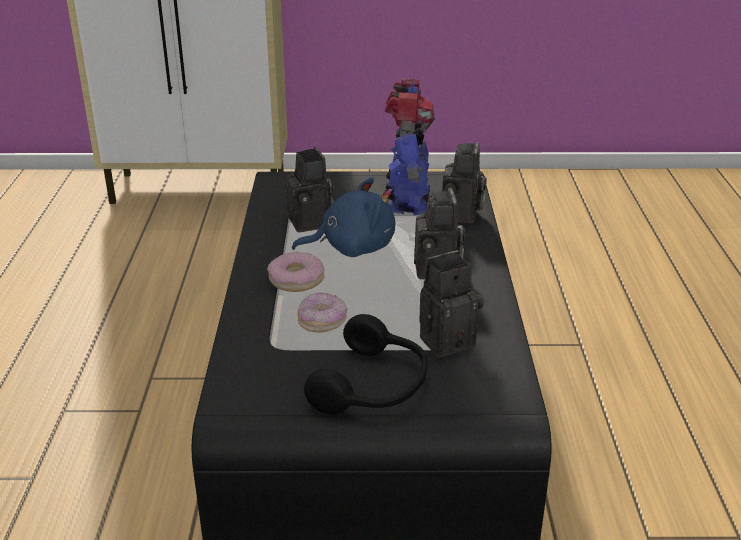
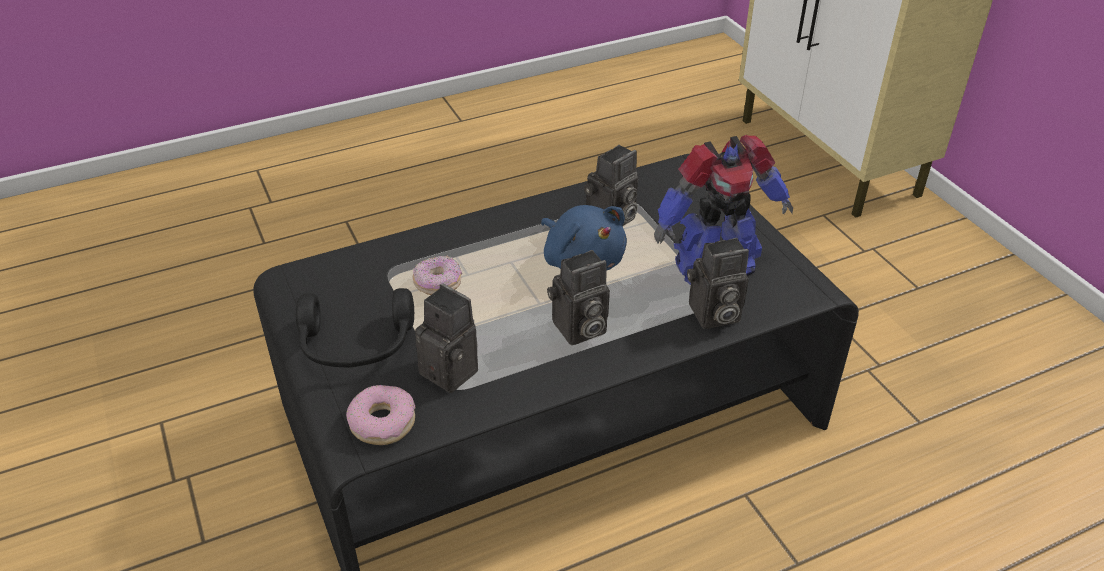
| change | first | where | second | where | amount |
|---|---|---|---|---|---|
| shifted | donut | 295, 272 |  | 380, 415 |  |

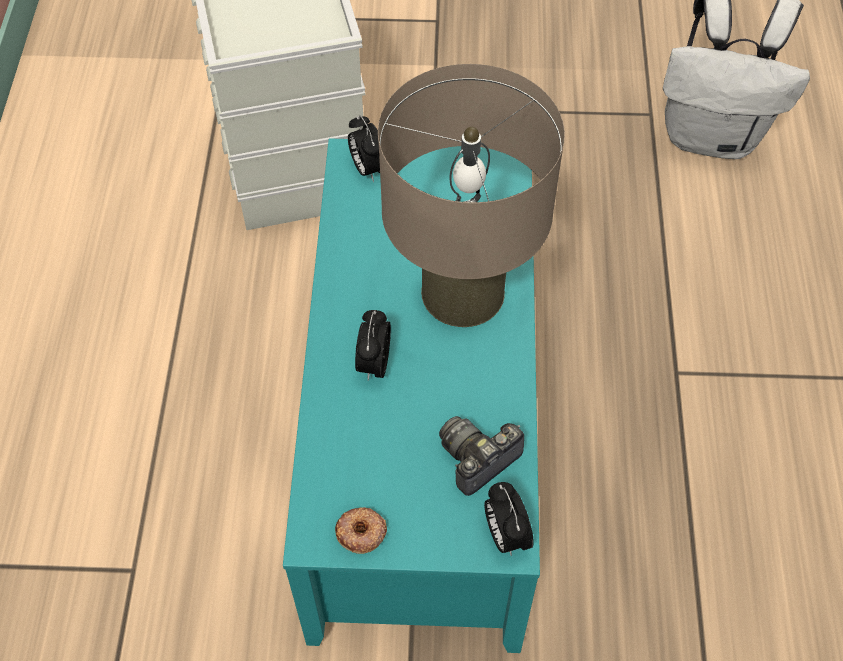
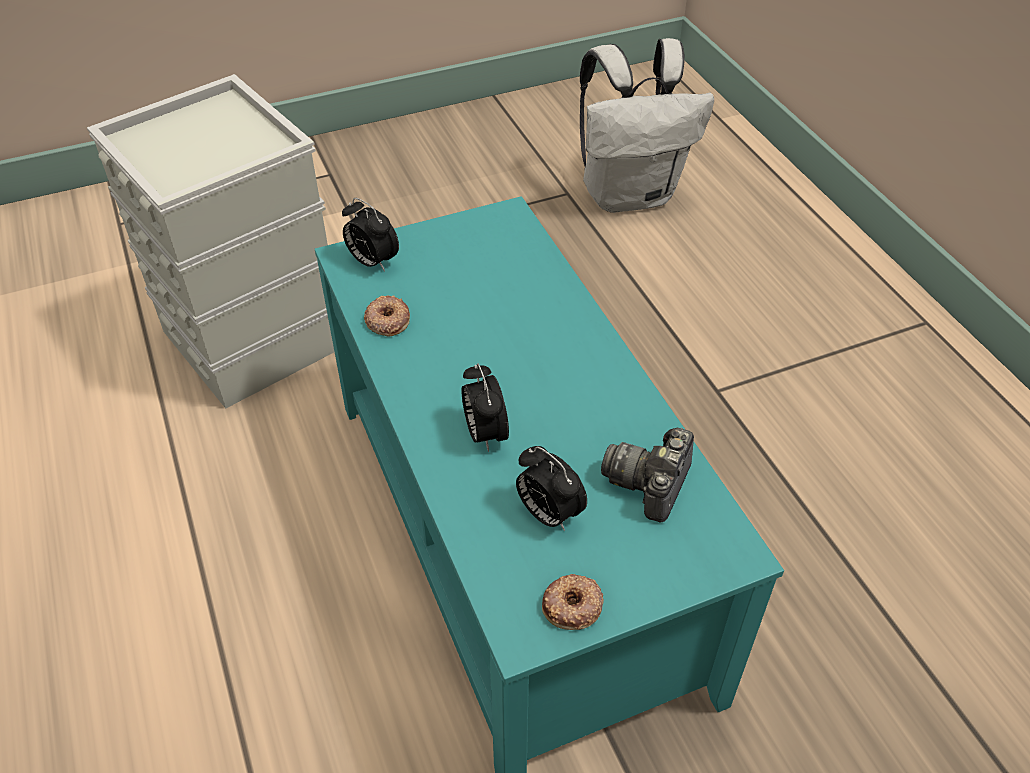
| change | first | where | second | where | amount |
|---|---|---|---|---|---|
| new |  |  | donut | 387, 316 |  |
| shifted | alarm clock | 508, 519 |  | 551, 488 |  |
| gone | table lamp (beige) | 471, 195 |  |  |  |

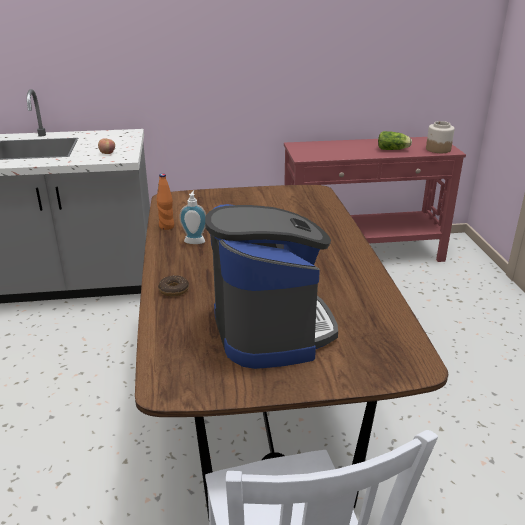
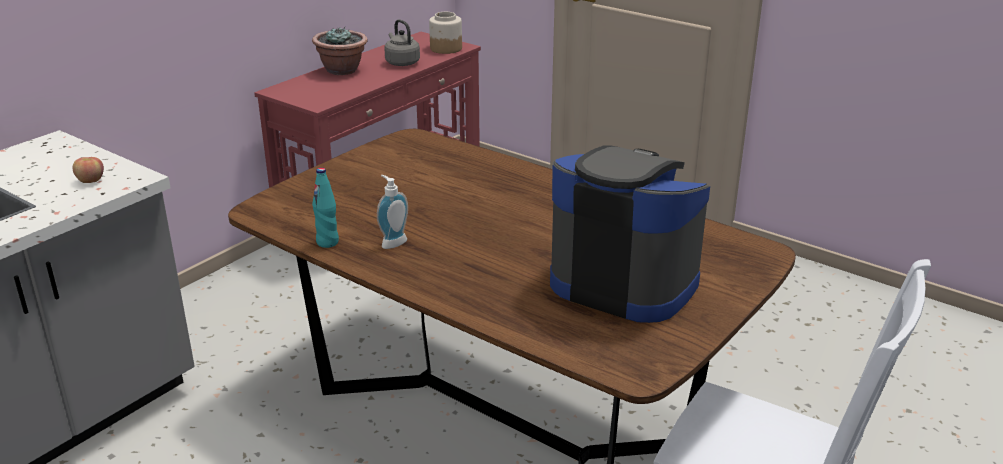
| change | first | where | second | where | amount |
|---|---|---|---|---|---|
| new |  |  | potted plant | 340, 51 |  |
| repainted | bottle (orange) | 165, 202 | bottle (turquoise) | 325, 208 |  |
| swapped | lettuce | 395, 140 | kettle (grey) | 402, 42 |  |
| gone | donut | 173, 286 |  |  |  |

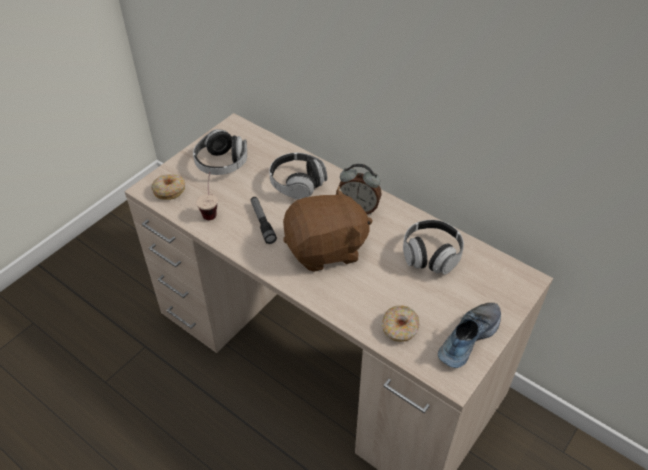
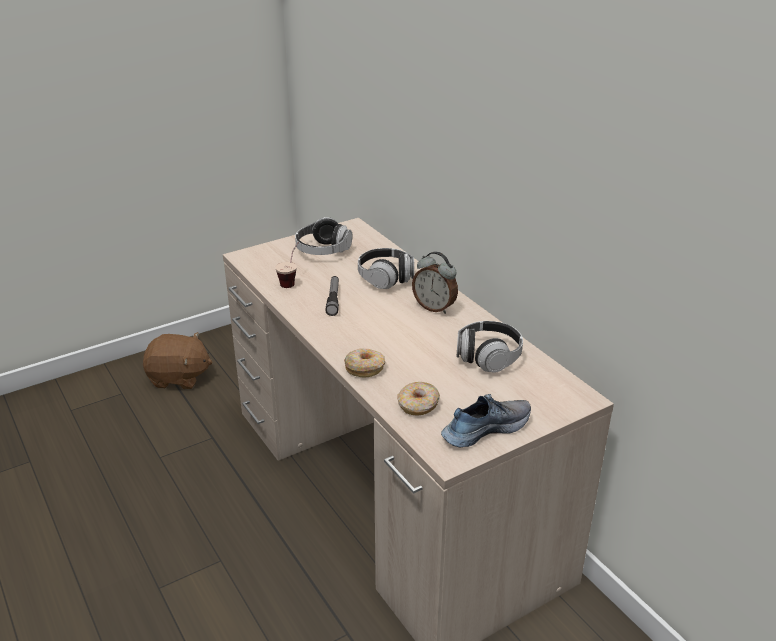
| change | first | where | second | where | amount |
|---|---|---|---|---|---|
| shifted | plush toy (brown) | 328, 229 |  | 178, 360 |  |
| shifted | donut | 168, 187 |  | 364, 363 |  |

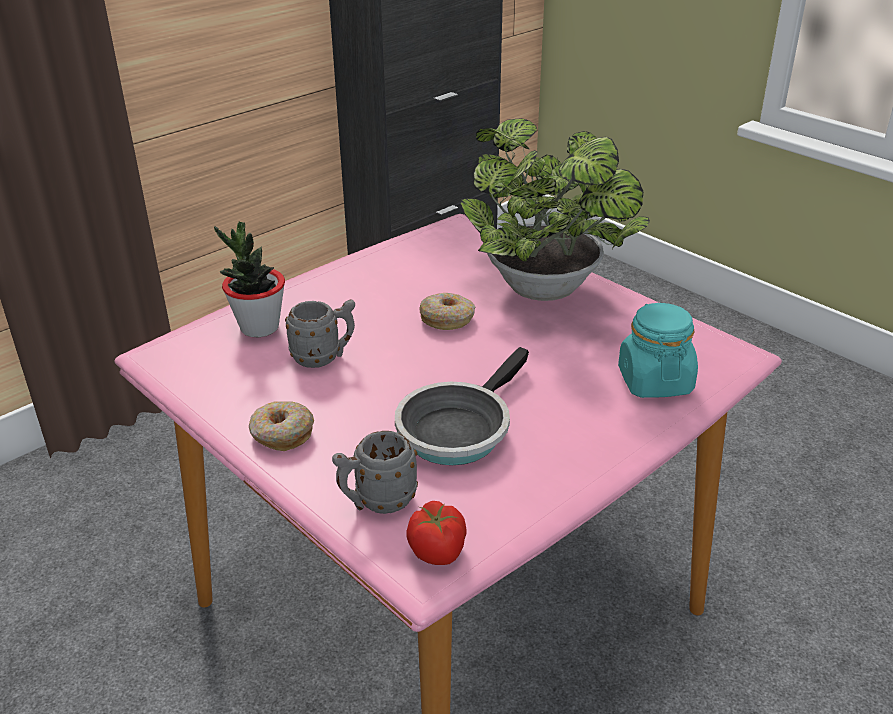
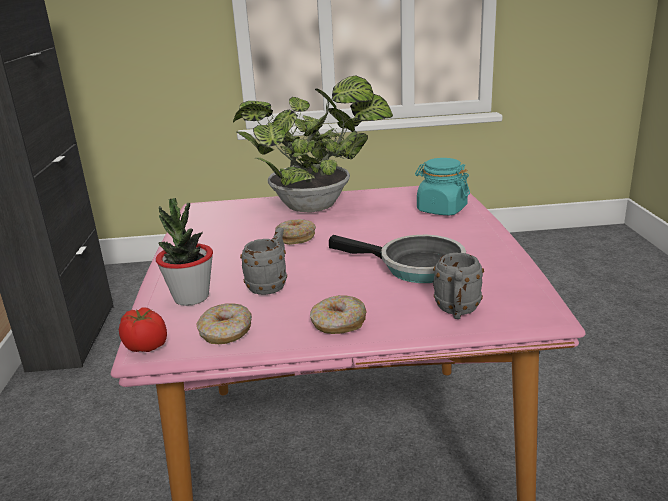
| change | first | where | second | where | amount |
|---|---|---|---|---|---|
| shifted | tomato | 436, 533 |  | 143, 329 |  |
| new |  |  | donut | 224, 323 |  |
| rotated | frying pan | 462, 406 |  | 397, 259 | 45 degrees counterclockwise |

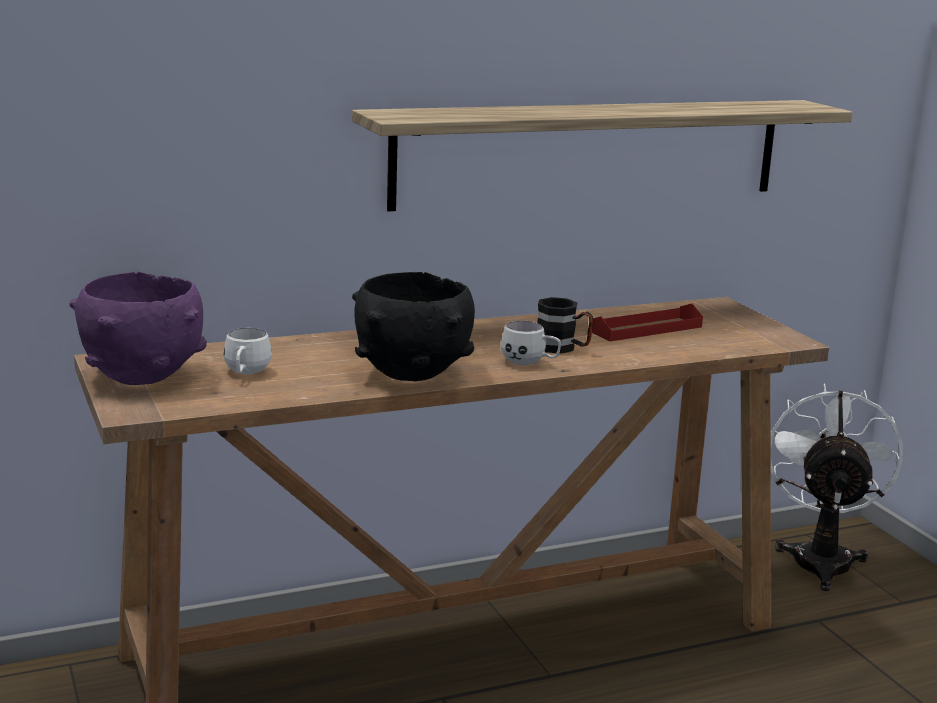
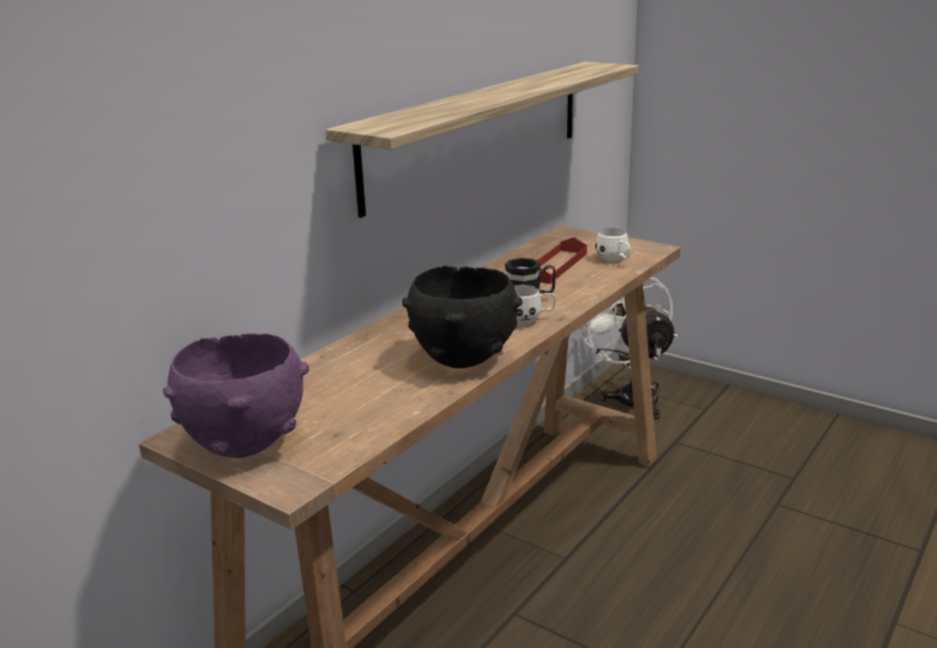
| change | first | where | second | where | amount |
|---|---|---|---|---|---|
| shifted | mug (white) | 247, 351 |  | 612, 244 |  |

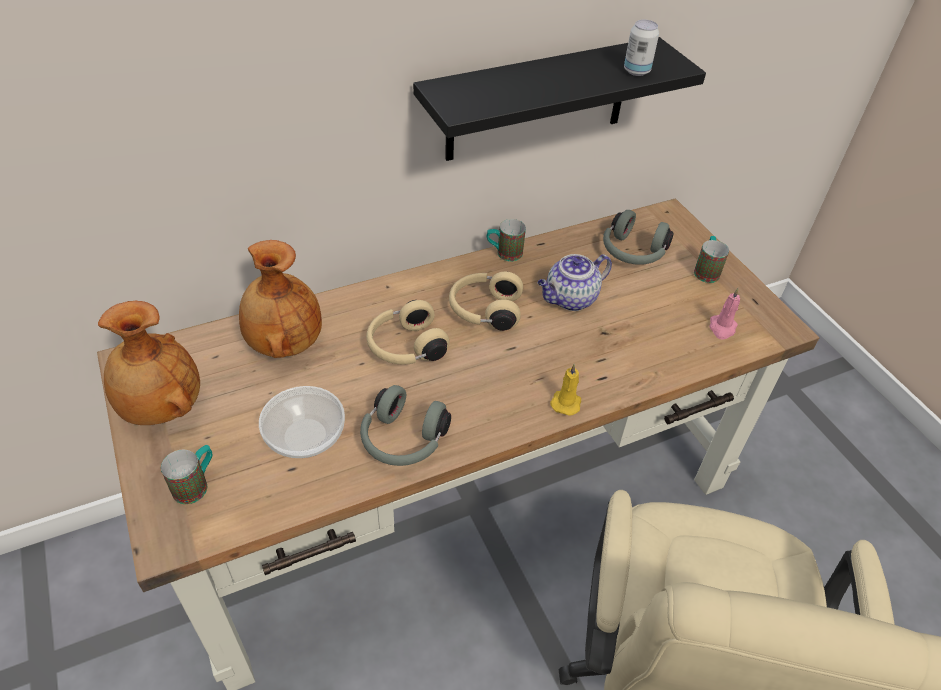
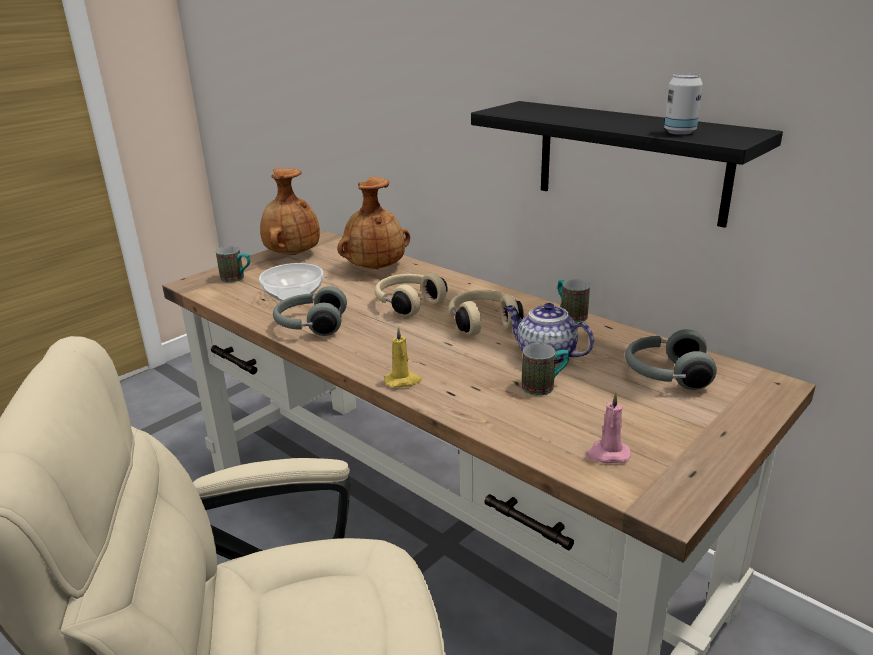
| change | first | where | second | where | amount |
|---|---|---|---|---|---|
| shifted | mug | 711, 259 |  | 545, 369 |  |

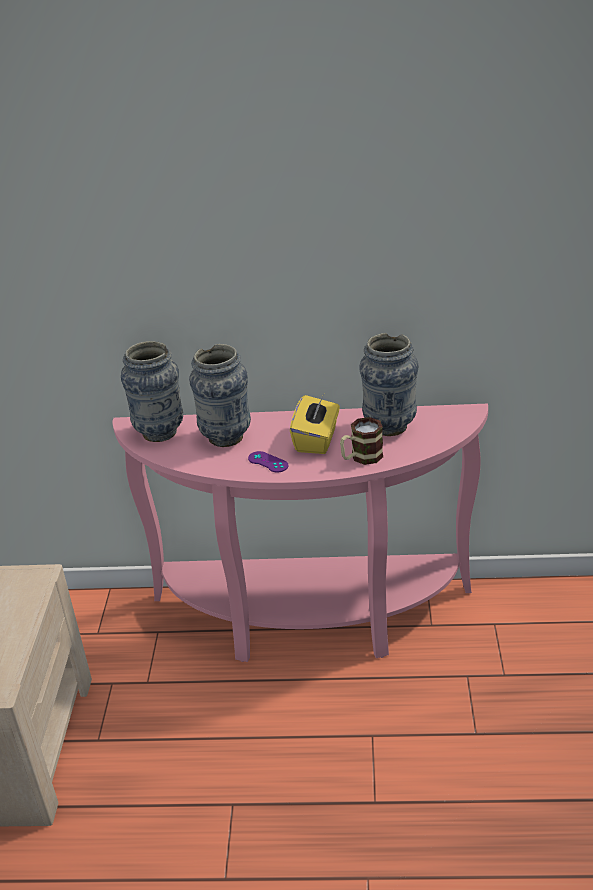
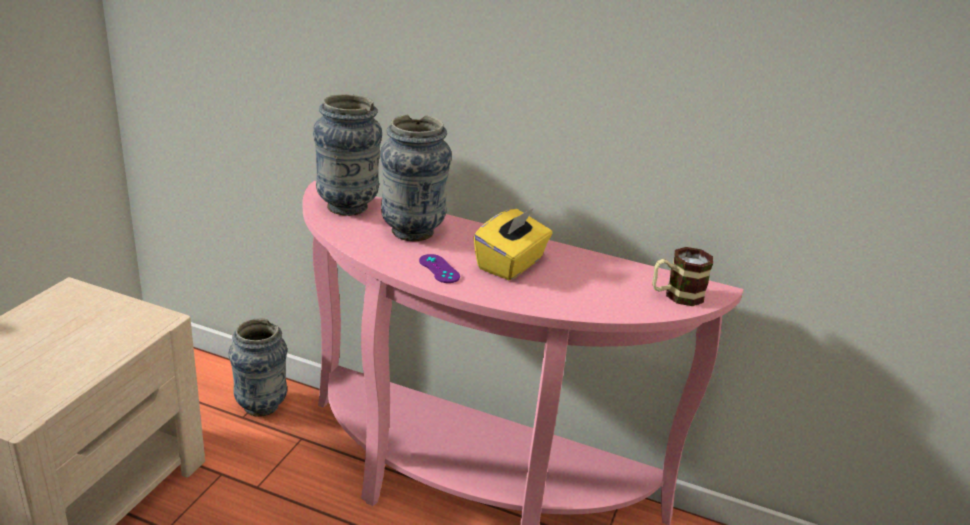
| change | first | where | second | where | amount |
|---|---|---|---|---|---|
| shifted | vase | 388, 384 |  | 258, 368 |  |
| shifted | mug | 361, 441 |  | 682, 276 |  |

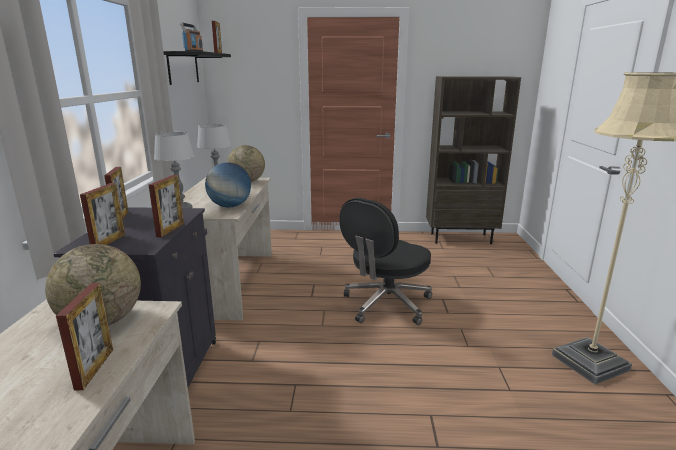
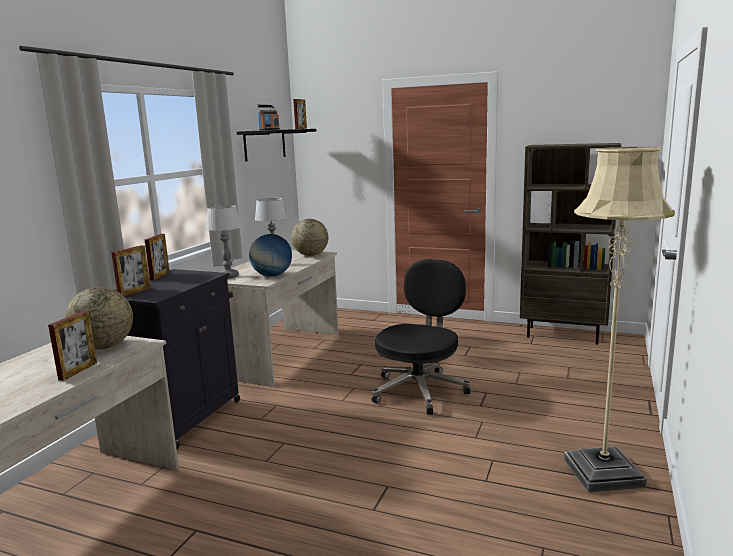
| change | first | where | second | where | amount |
|---|---|---|---|---|---|
| rotated | office chair (black) | 385, 261 |  | 421, 337 | 150 degrees clockwise |
| gone | picture frame | 166, 206 |  |  |  |

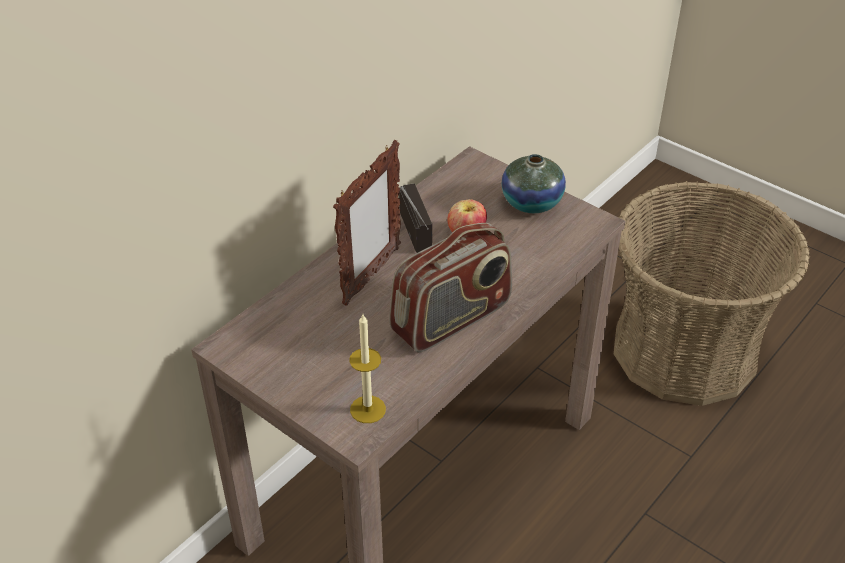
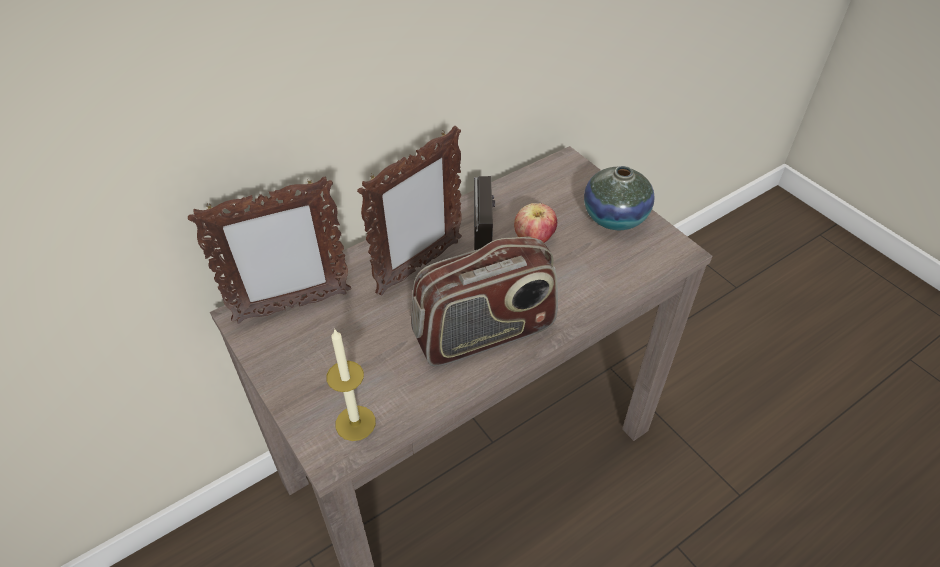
| change | first | where | second | where | amount |
|---|---|---|---|---|---|
| new |  |  | picture frame | 269, 250 |  |
| gone | basket | 712, 293 |  |  |  |

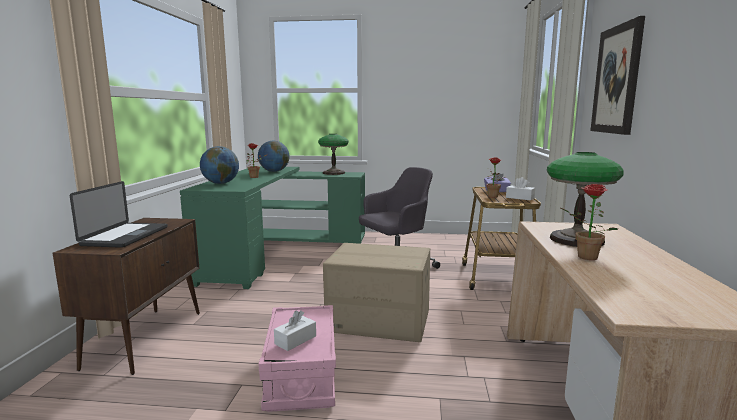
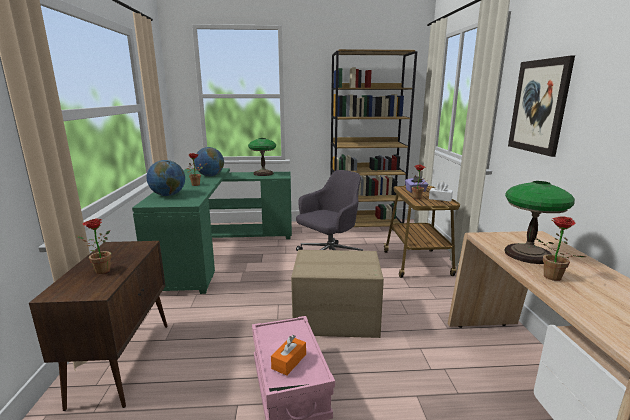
| change | first | where | second | where | amount |
|---|---|---|---|---|---|
| swapped | laptop | 119, 214 | potted plant | 93, 246 |  |
| repainted | tissue box (white) | 295, 330 | tissue box (orange) | 288, 355 |  |
| new |  |  | bookcase (brown) | 373, 138 |  |

